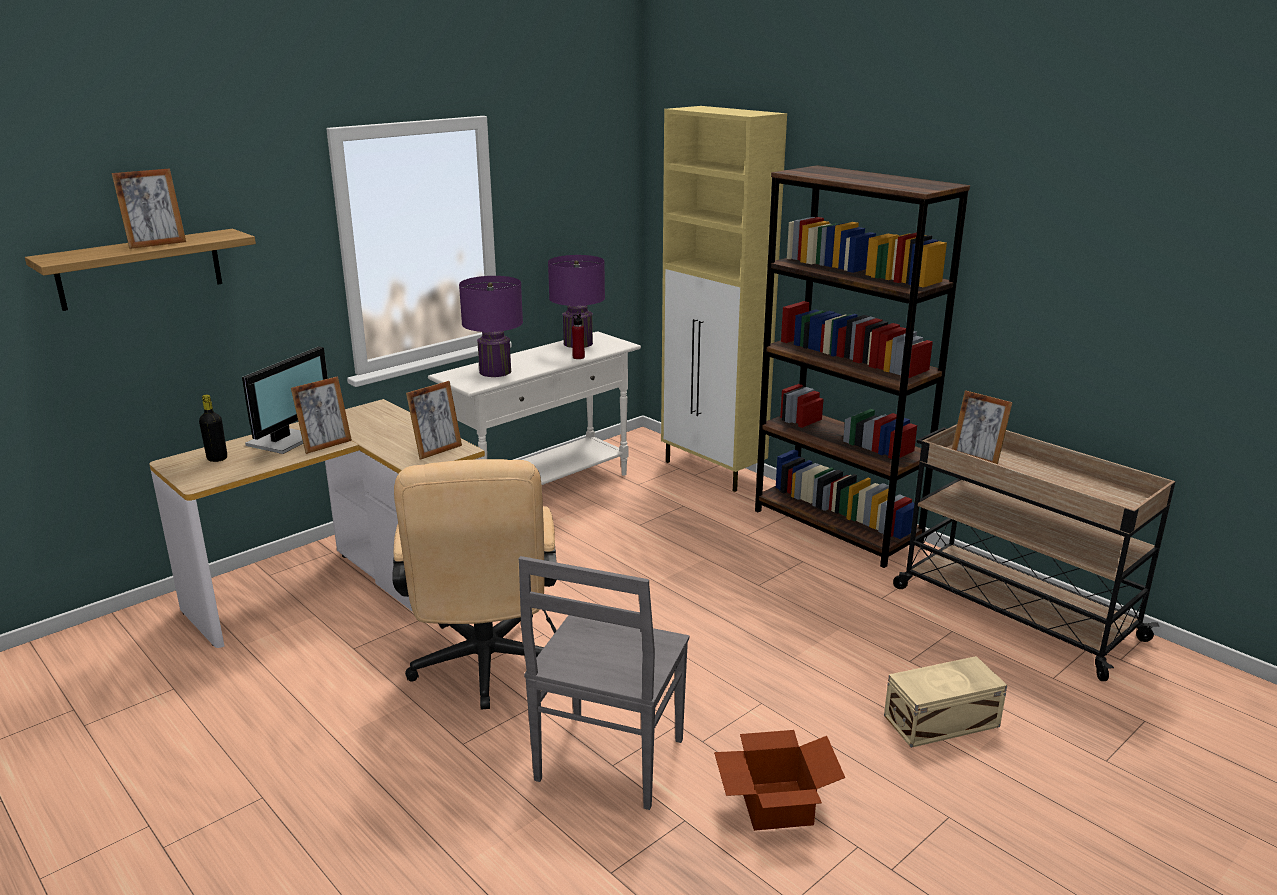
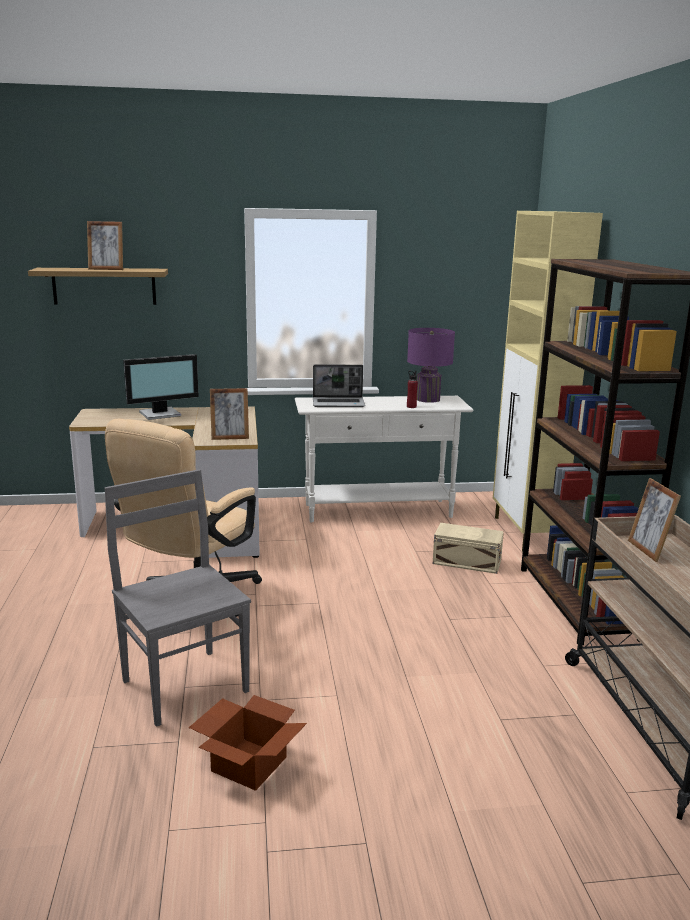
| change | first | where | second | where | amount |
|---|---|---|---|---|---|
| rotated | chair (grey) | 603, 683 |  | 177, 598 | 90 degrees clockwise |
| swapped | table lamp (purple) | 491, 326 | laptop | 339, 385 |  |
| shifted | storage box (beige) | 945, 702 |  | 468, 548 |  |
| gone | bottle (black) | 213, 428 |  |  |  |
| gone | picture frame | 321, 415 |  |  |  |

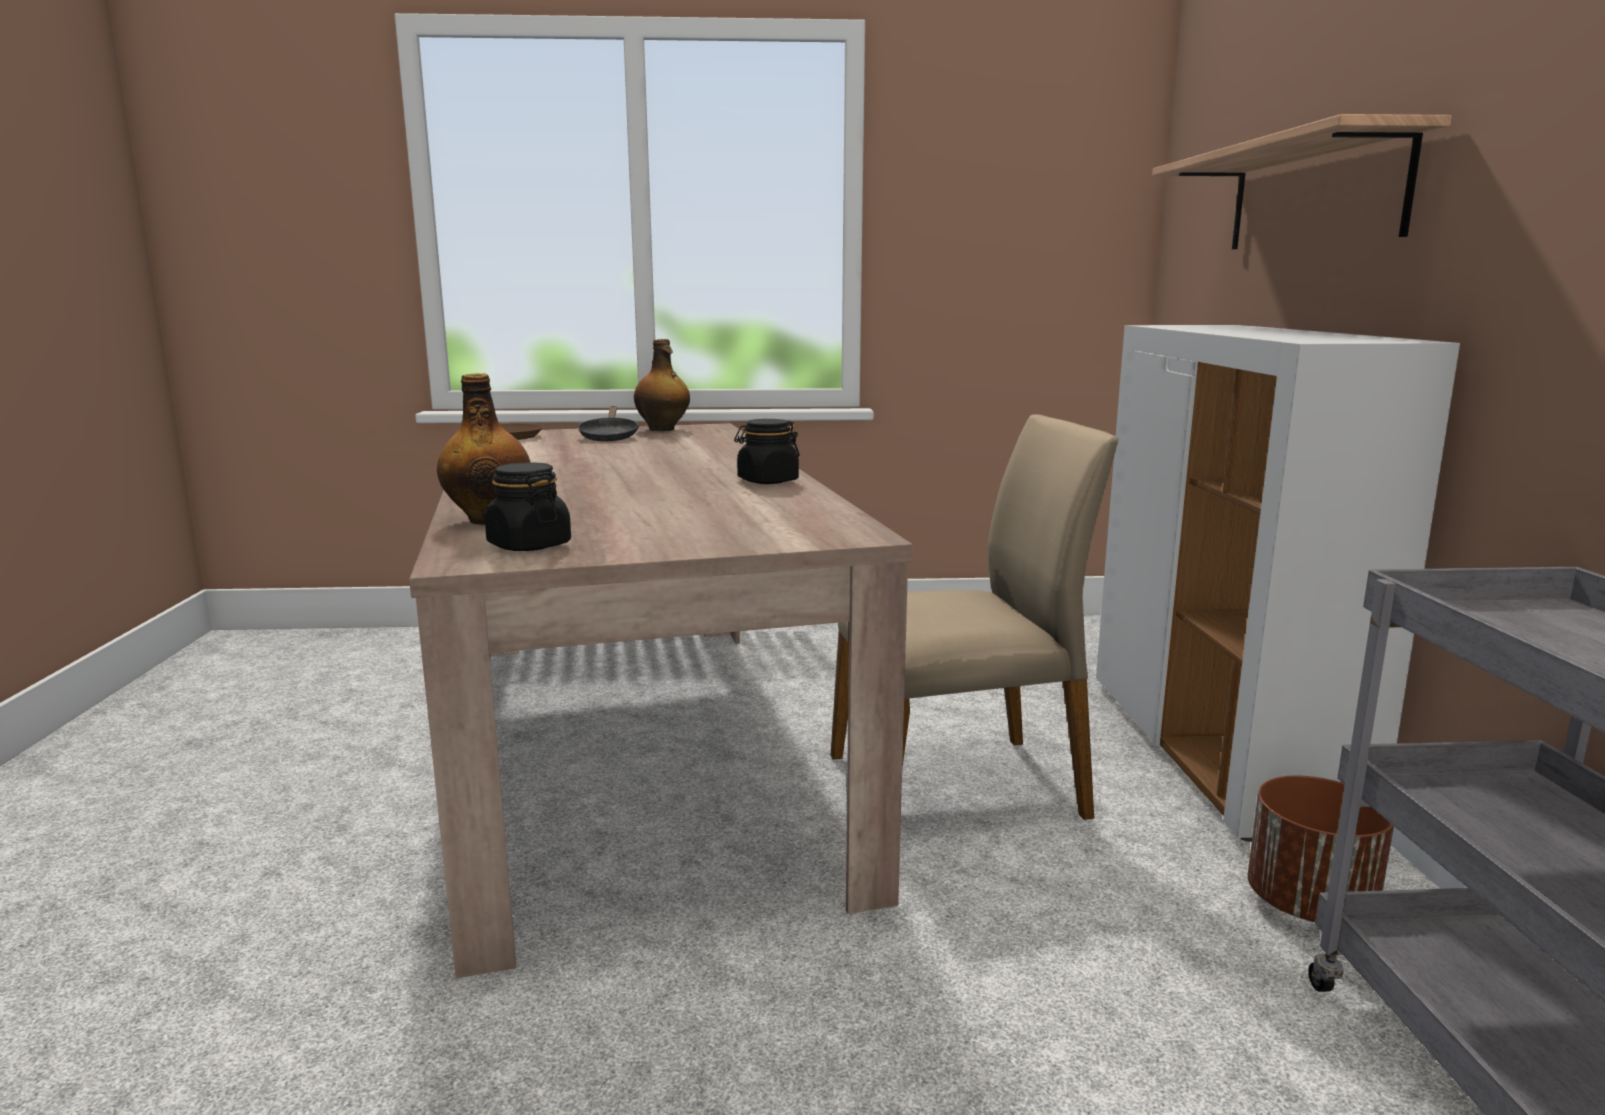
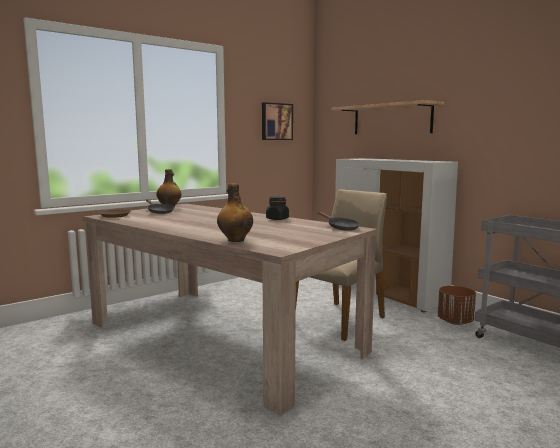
| change | first | where | second | where | amount |
|---|---|---|---|---|---|
| new |  |  | picture | 277, 121 |  |
| new |  |  | frying pan (black) | 339, 221 |  |
| gone | jar (black) | 528, 506 |  |  |  |

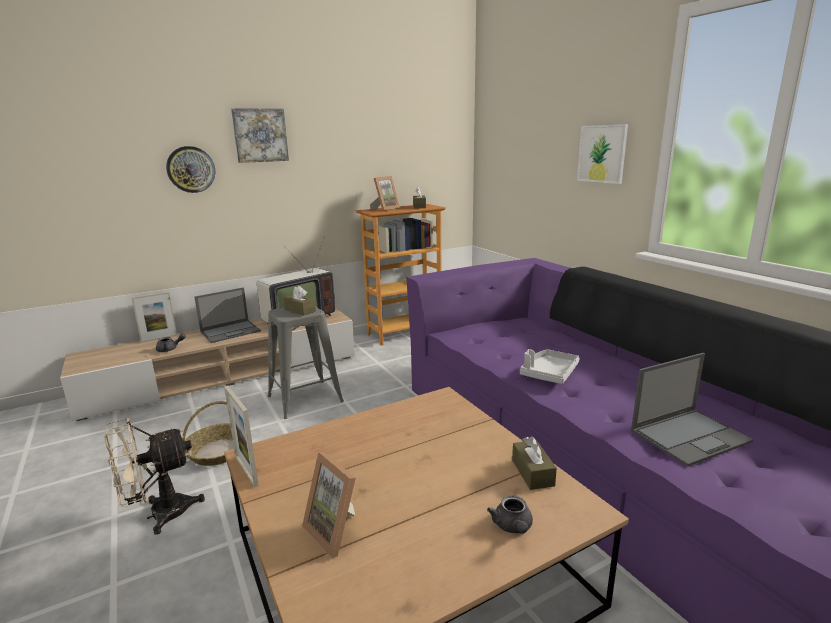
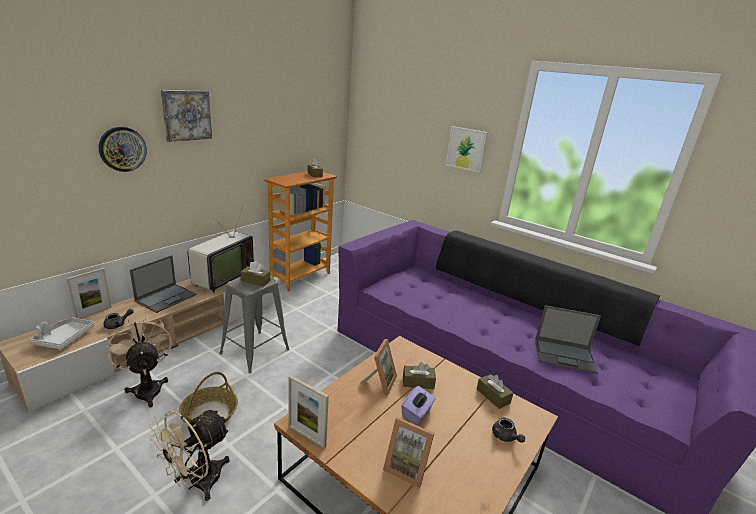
| change | first | where | second | where | amount |
|---|---|---|---|---|---|
| shifted | tray (grey) | 549, 366 |  | 62, 333 |  |
| new |  |  | fan (beige) | 139, 361 |  |
| shifted | picture frame | 385, 193 |  | 378, 367 |  |
| new |  |  | tissue box (purple) | 418, 405 |  |
| new |  |  | tissue box (brown) | 419, 375 |  |
| rotated | laptop | 692, 410 |  | 568, 339 | 60 degrees clockwise |

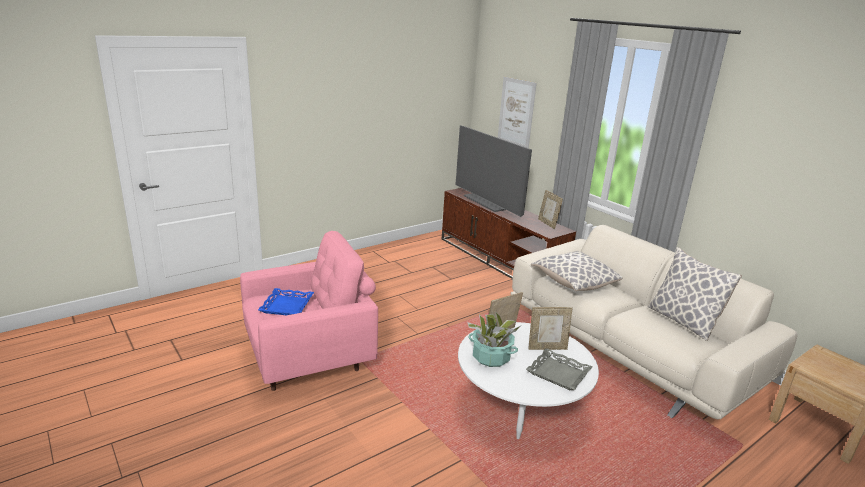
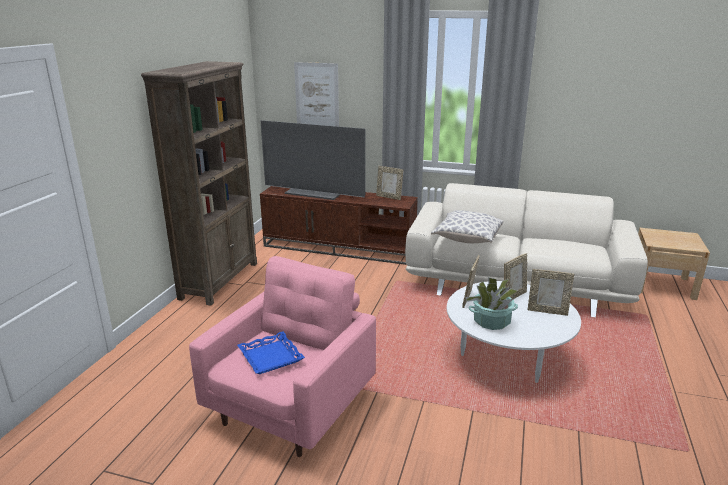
| change | first | where | second | where | amount |
|---|---|---|---|---|---|
| new |  |  | bookcase (brown) | 199, 183 |  |
| swapped | tray (grey) | 559, 369 | picture frame | 551, 292 |  |
| gone | pillow | 695, 294 |  |  |  |

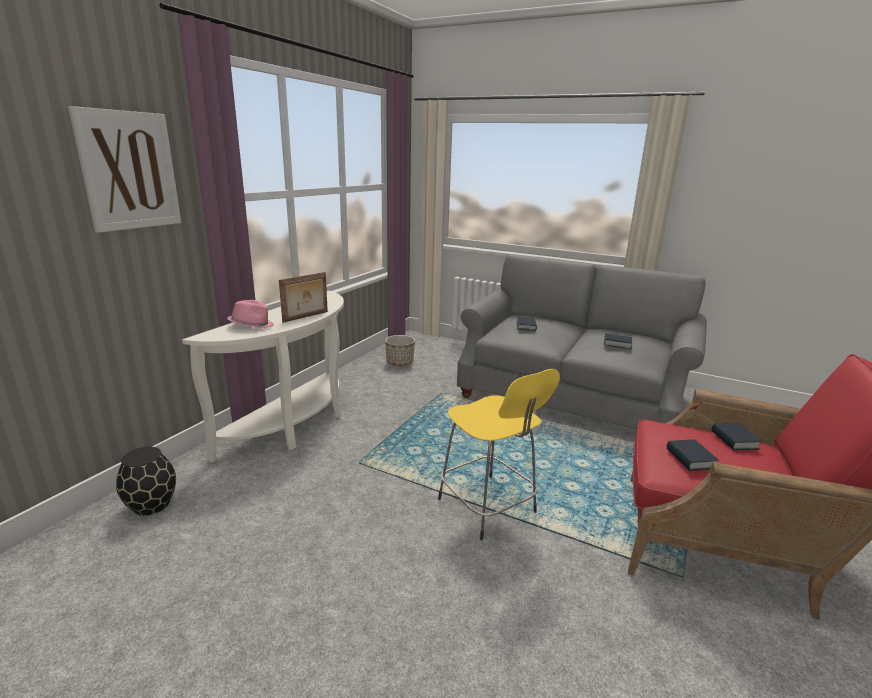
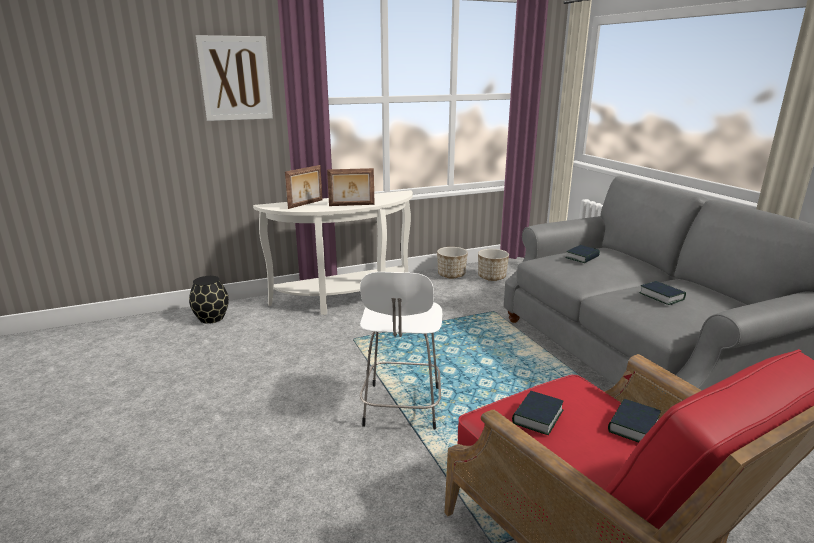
| change | first | where | second | where | amount |
|---|---|---|---|---|---|
| swapped | hat (pink) | 250, 314 | picture frame | 303, 187 |  |
| repainted | stool (yellow) | 499, 454 | stool (white) | 401, 351 |  |
| new |  |  | planter | 452, 263 |  |

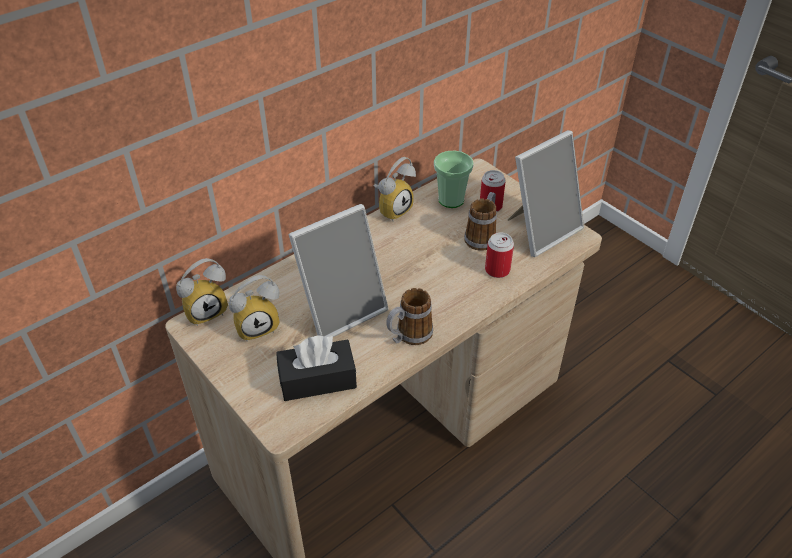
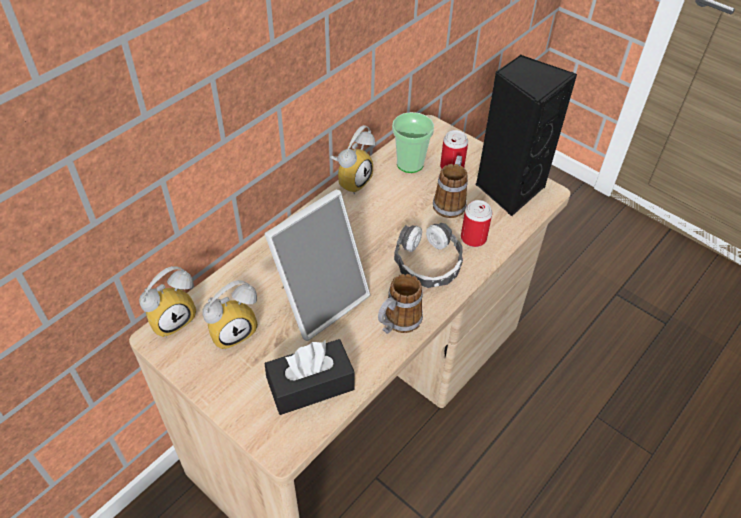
| change | first | where | second | where | amount |
|---|---|---|---|---|---|
| new |  |  | headphones | 428, 255 |  |
| swapped | picture frame | 546, 193 | speaker (black) | 526, 135 |  |

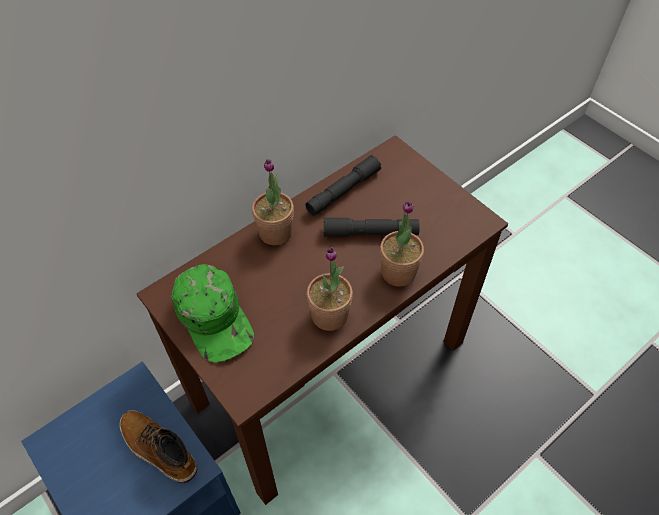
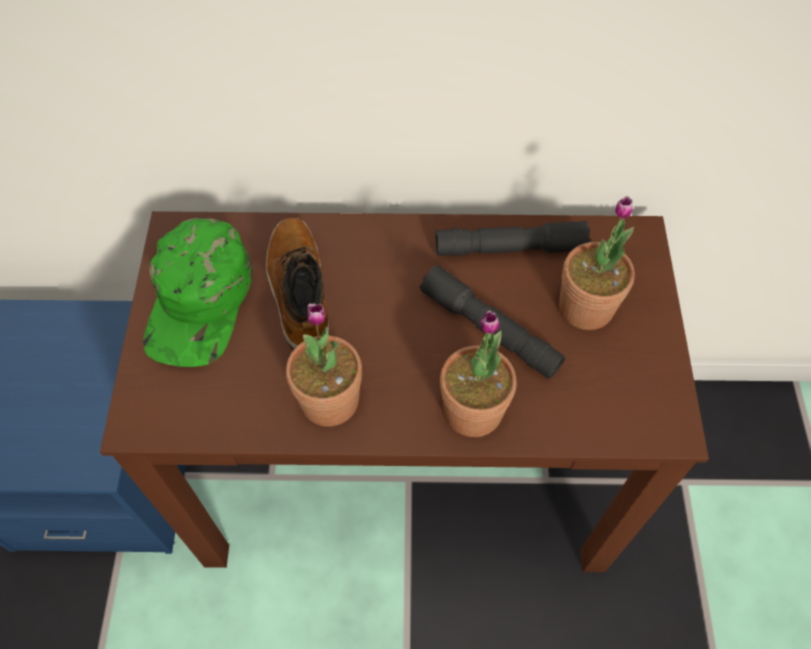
| change | first | where | second | where | amount |
|---|---|---|---|---|---|
| shifted | boot | 158, 447 |  | 297, 284 |  |
| shifted | potted plant | 273, 202 |  | 597, 263 |  |

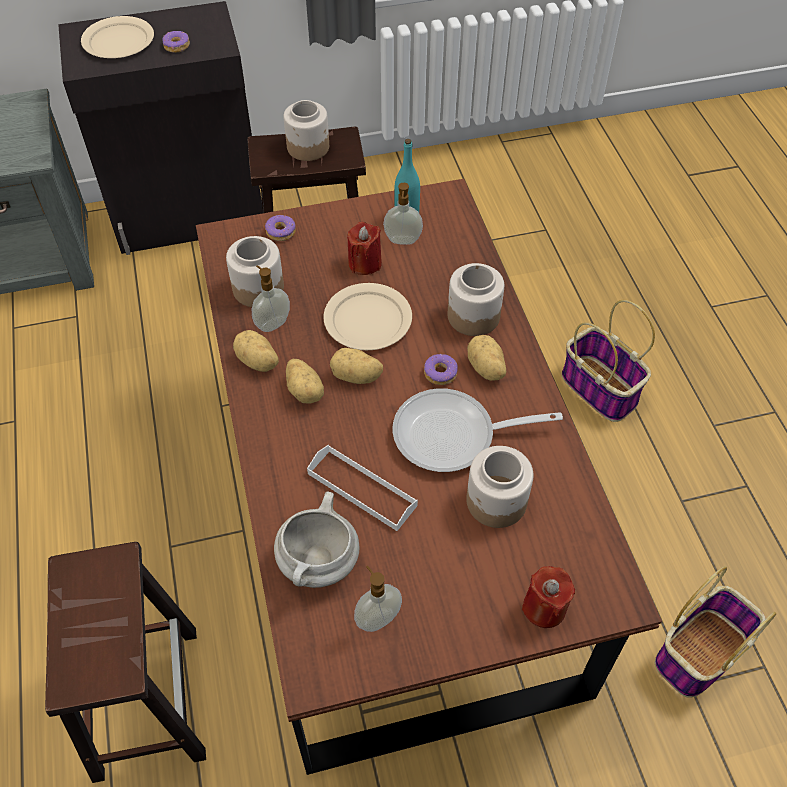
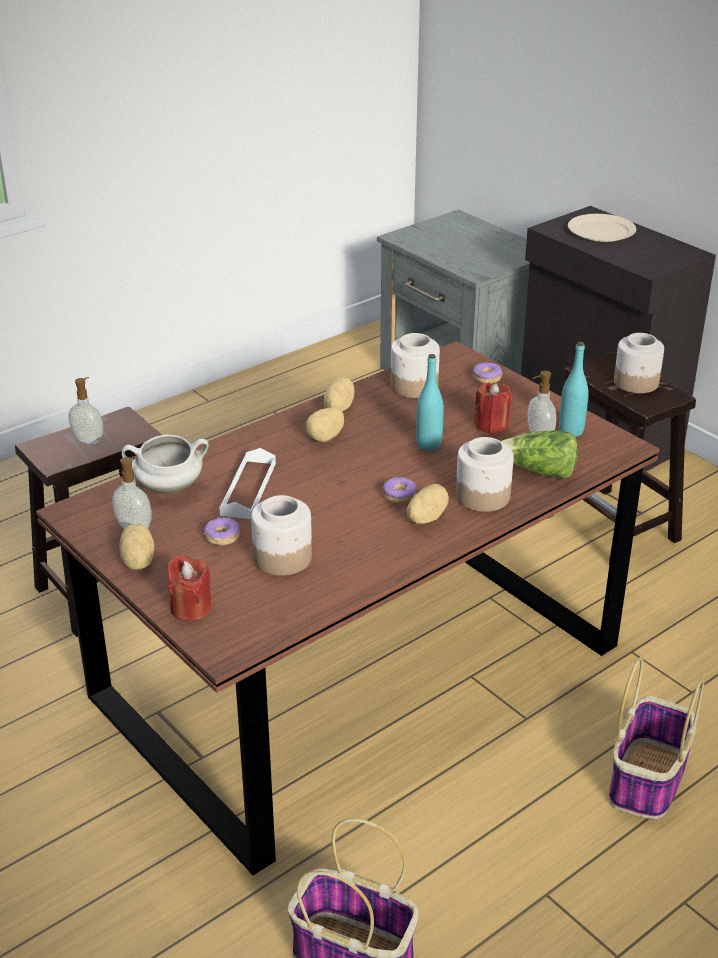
| change | first | where | second | where | amount |
|---|---|---|---|---|---|
| shifted | soap dispenser | 271, 298 |  | 86, 410 |  |
| shifted | potato | 356, 366 |  | 137, 547 |  |
| shifted | donut | 176, 42 |  | 222, 531 |  |
| swapped | plate (beige) | 367, 316 | bottle (turquoise) | 430, 402 |  |
| new |  |  | lettuce | 539, 454 |  |
| gone | frying pan | 477, 430 |  |  |  |

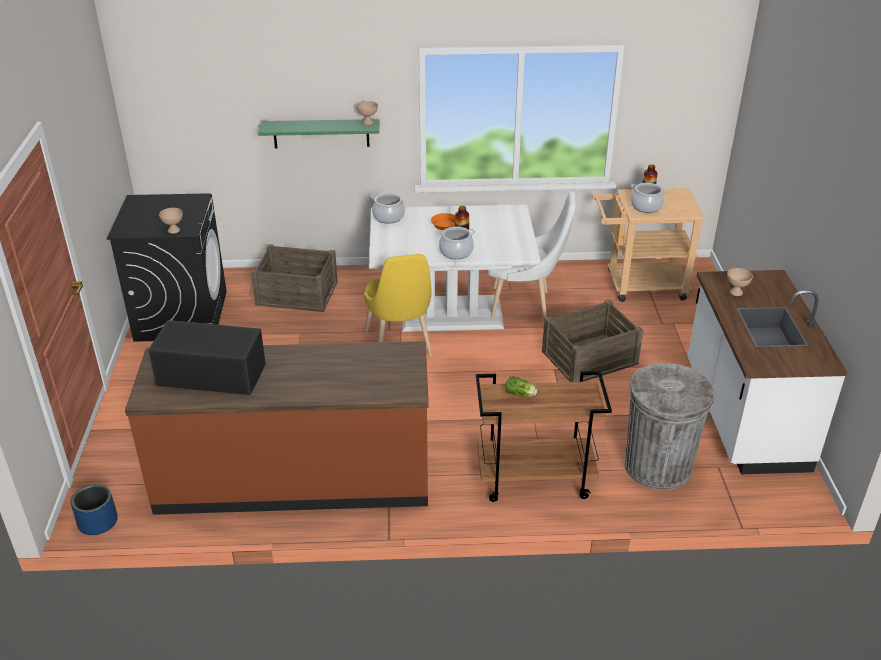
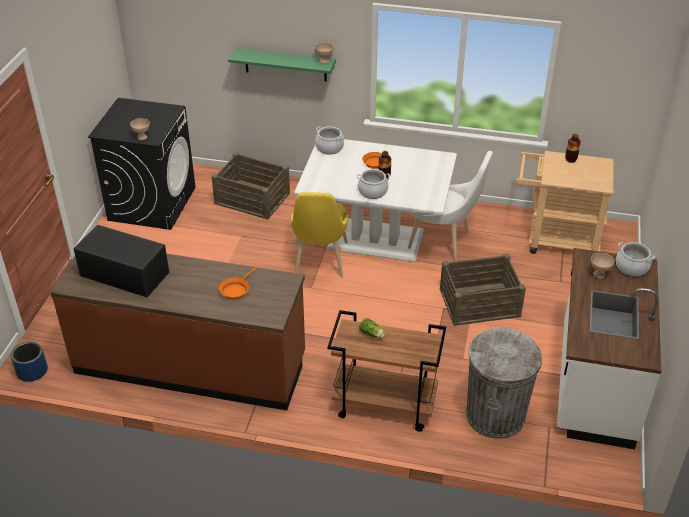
| change | first | where | second | where | amount |
|---|---|---|---|---|---|
| new |  |  | frying pan (orange) | 237, 284 |  |
| shifted | cooking pot | 649, 198 |  | 635, 259 |  |

